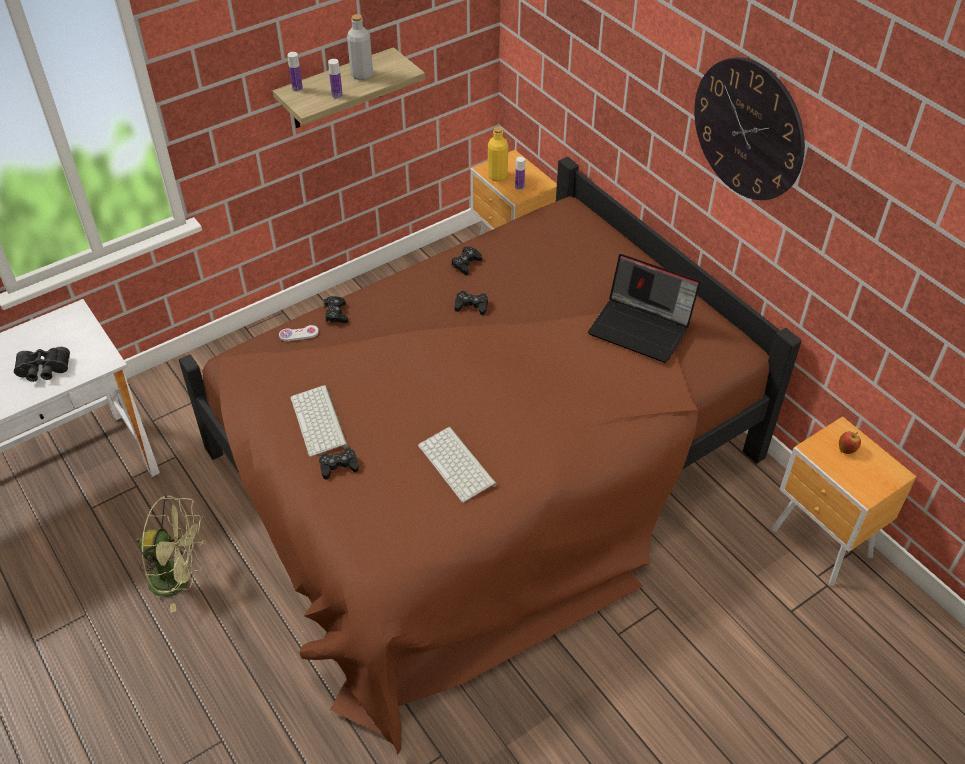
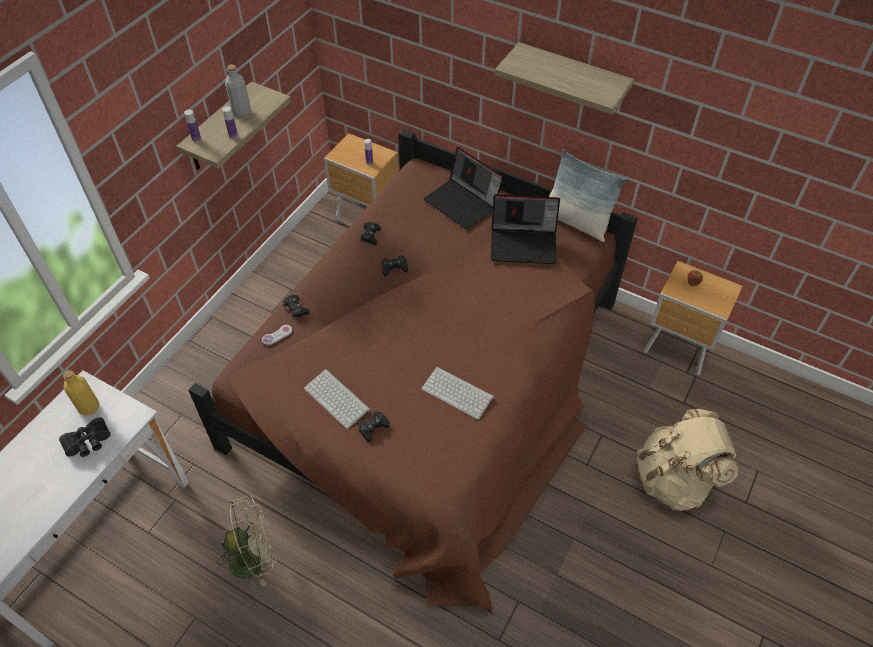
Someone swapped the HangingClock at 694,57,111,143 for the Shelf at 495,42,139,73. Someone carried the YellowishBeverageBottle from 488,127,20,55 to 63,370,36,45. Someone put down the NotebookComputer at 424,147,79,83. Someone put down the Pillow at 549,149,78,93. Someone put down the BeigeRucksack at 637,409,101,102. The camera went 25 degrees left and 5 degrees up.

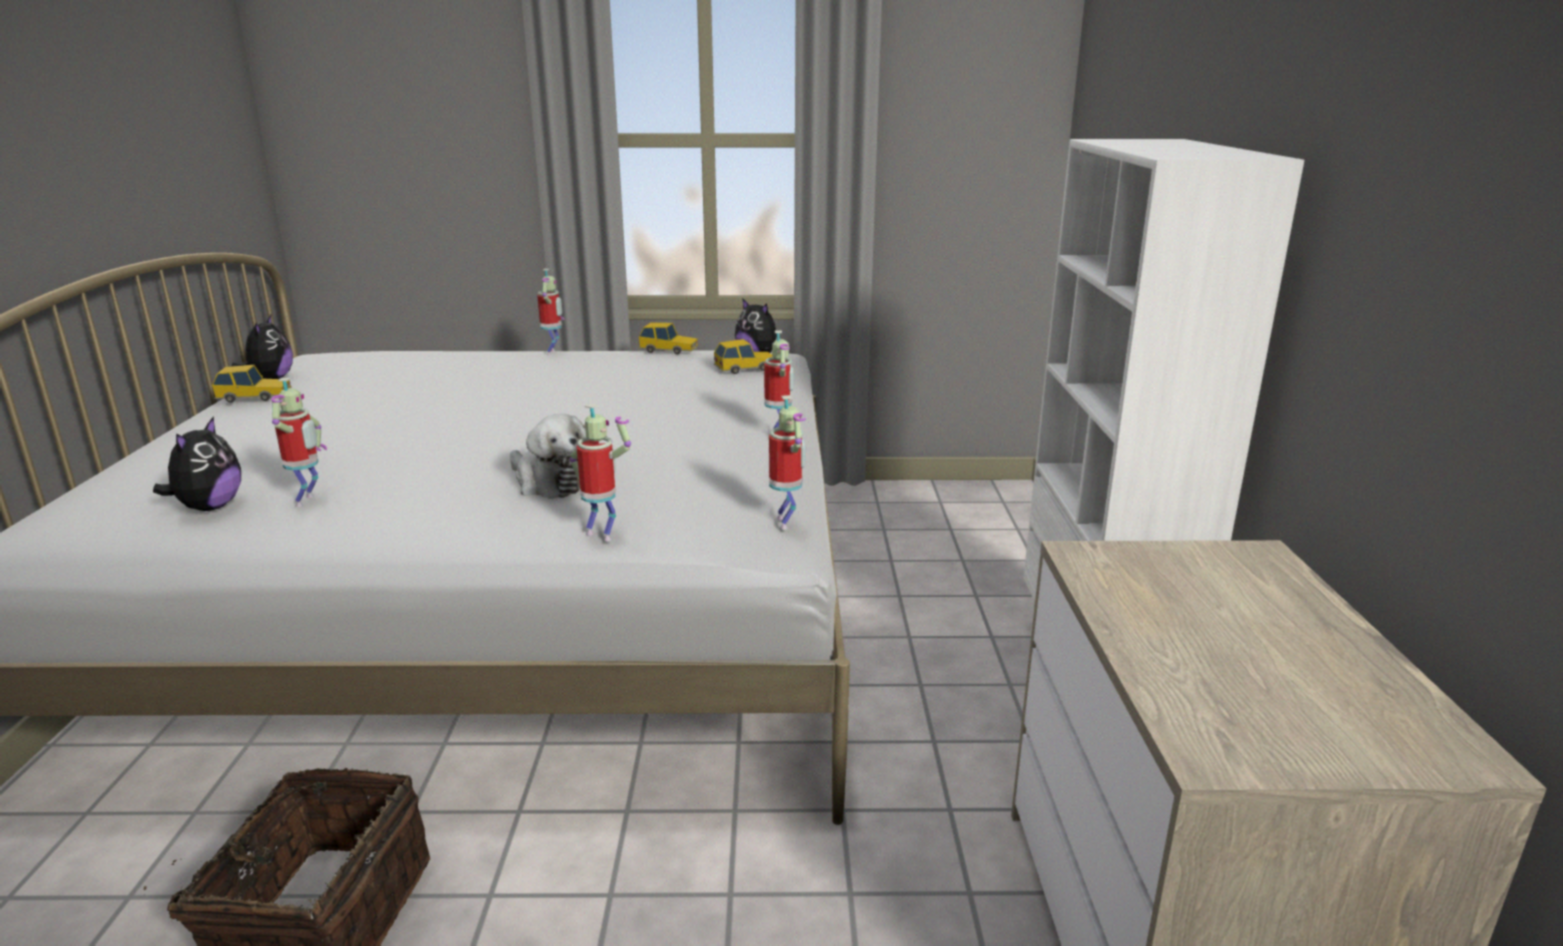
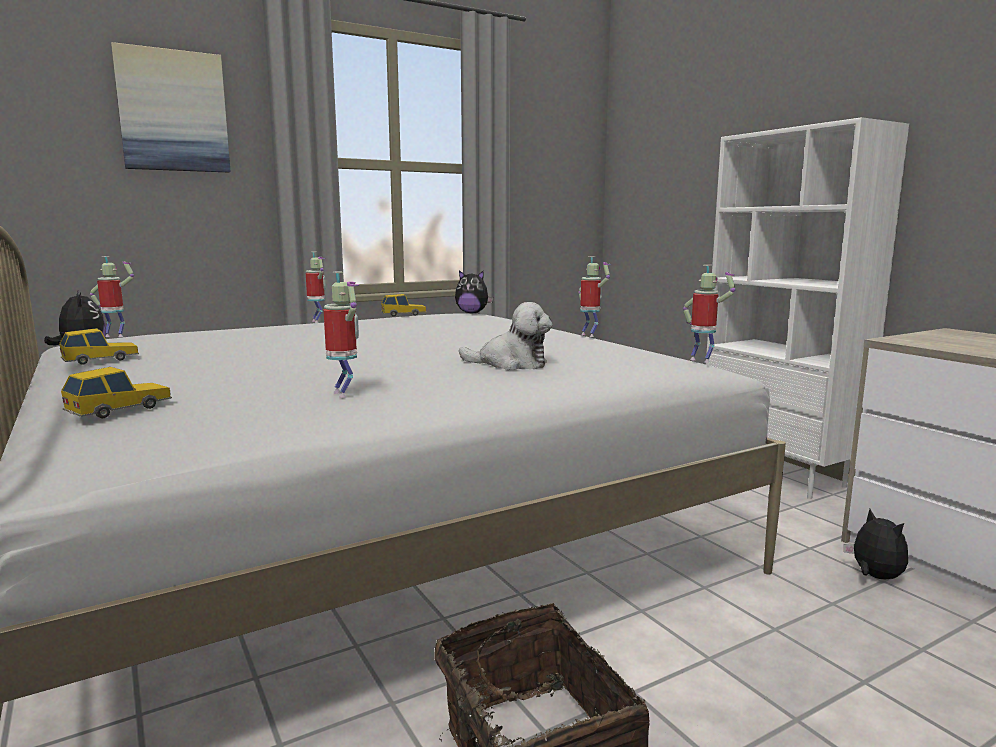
Someone carried the ModelCar from 714,339,58,35 to 61,367,111,51. Someone carried the ToyRobot from 570,404,61,137 to 90,256,44,81. Someone carried the SoftToy from 153,416,88,95 to 844,509,64,71. Someone put up the Picture at 111,42,120,131. The camera went 30 degrees left and 10 degrees down.

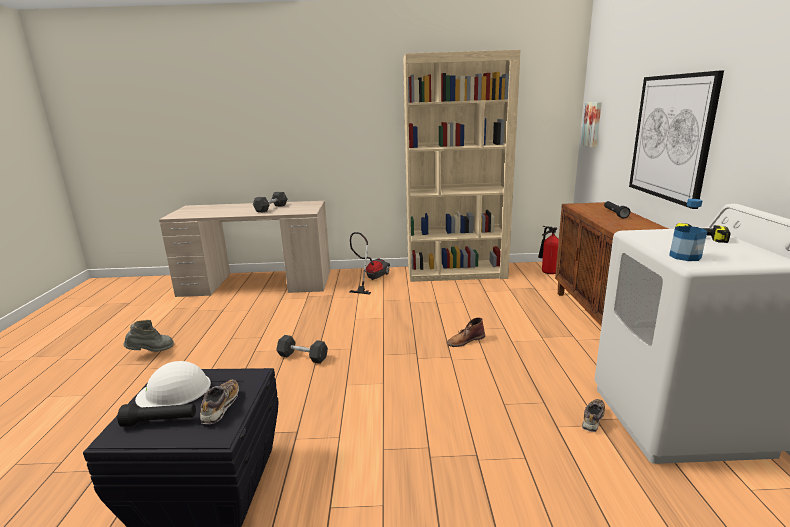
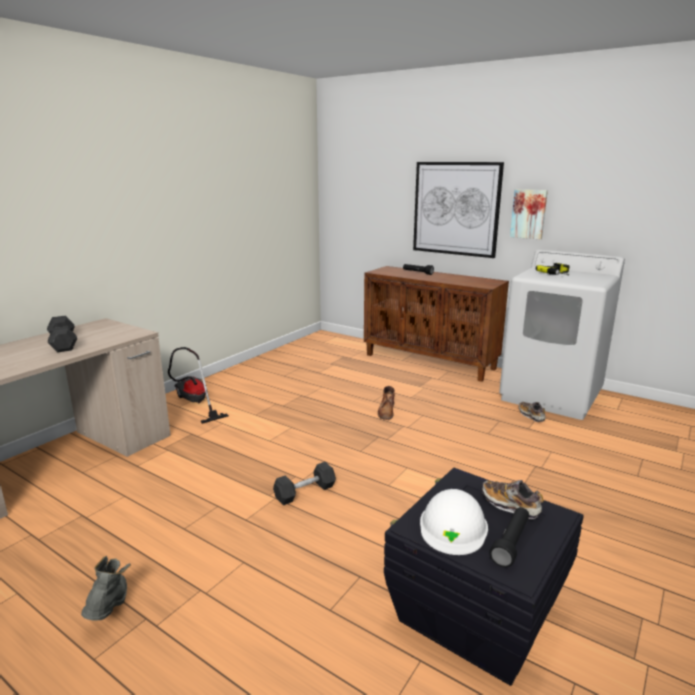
Someone took away the BeigeBookshelf at 403,50,118,232. Someone carried the Picture from 581,102,21,46 to 510,189,38,50. Someone took away the BeverageBottle at 669,199,38,62. Someone took away the FireFightingCylinder at 538,226,21,48. The camera went 55 degrees left and 0 degrees up.

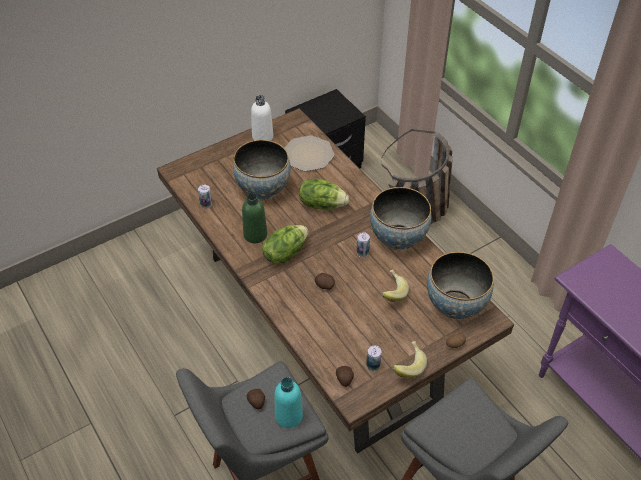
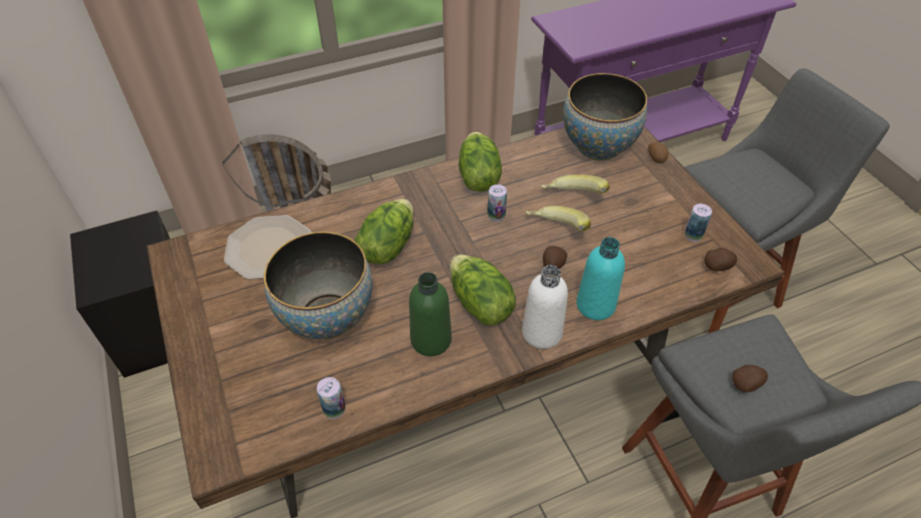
Someone carried the WhiteColouredBeverageBottle from 251,95,22,46 to 522,265,46,84. Someone swapped the DeepDish at 370,187,61,63 for the LettuceHead at 459,132,43,60. Someone carried the WholeBanana from 392,341,35,37 to 526,206,65,25. Someone carried the TurquoiseBeverageBottle from 275,377,28,51 to 576,237,49,83. The camera went 80 degrees left and 0 degrees up.

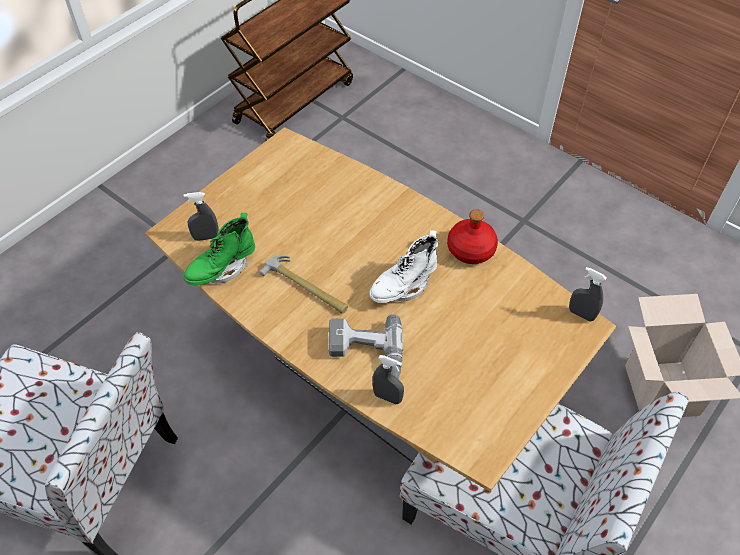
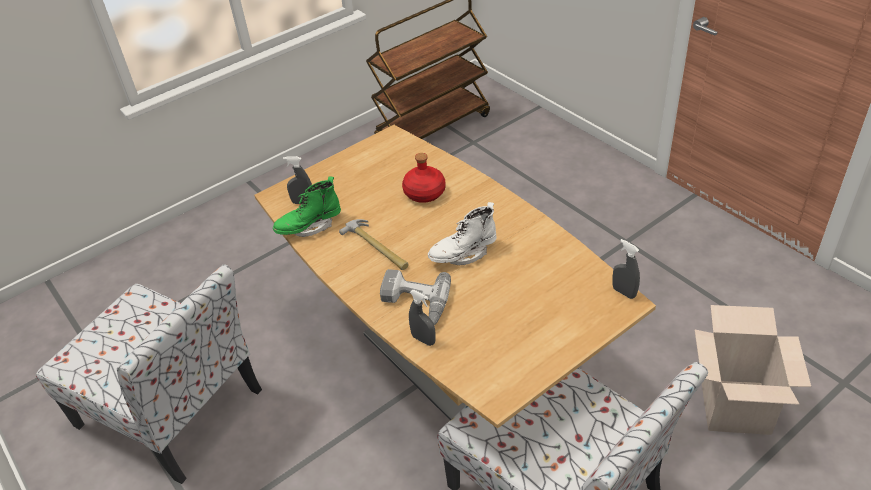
Someone carried the RedColouredBeverageBottle from 447,209,51,55 to 402,153,44,50. The camera went 15 degrees right and 10 degrees down.

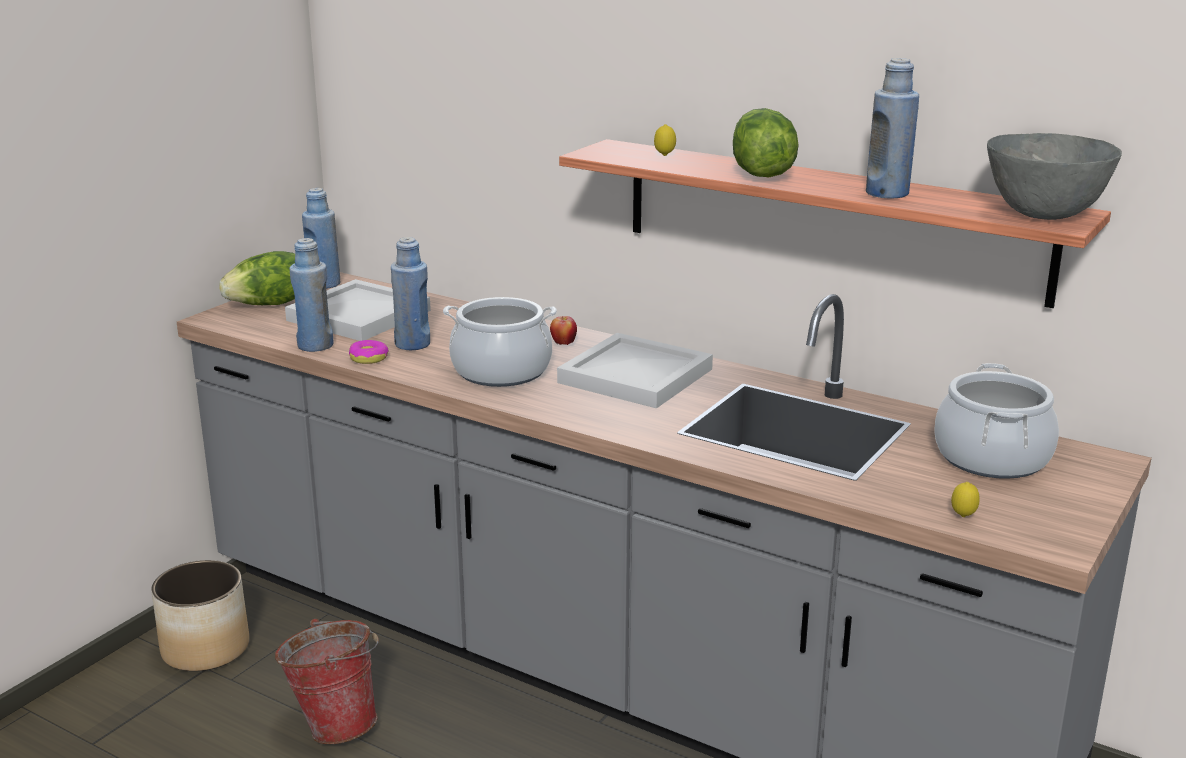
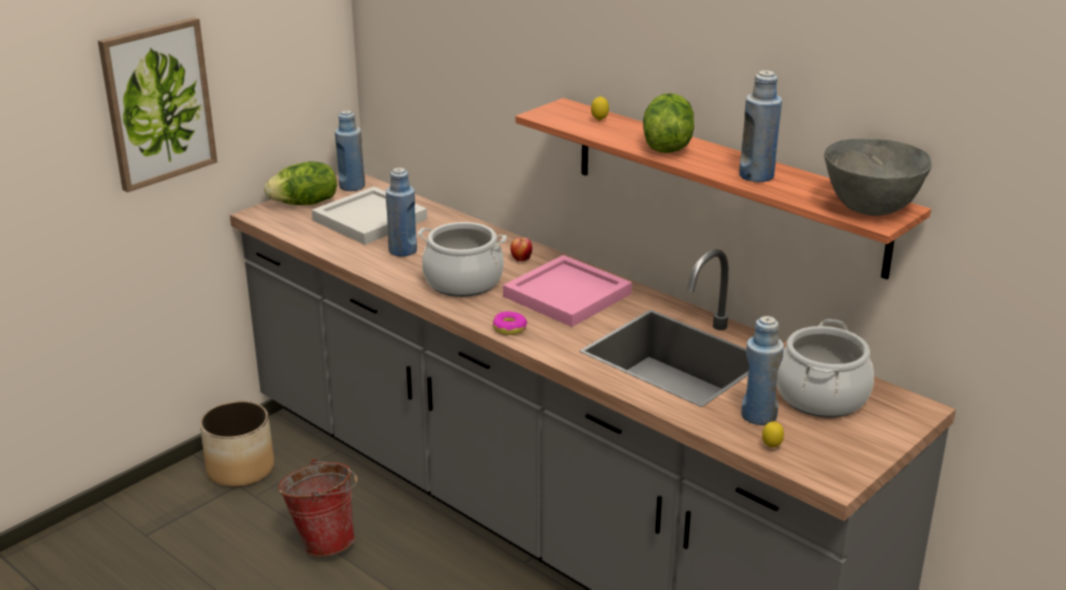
Someone carried the BlueBeverageBottle from 289,238,45,114 to 741,316,43,109. Someone repainted the WhiteColouredServingTray at 557,333,156,75, which became the PinkColouredServingTray at 503,255,129,72. Someone carried the Donut from 349,340,40,24 to 493,311,34,24. Someone put up the Picture at 98,17,119,176. The camera went 10 degrees right and 5 degrees up.

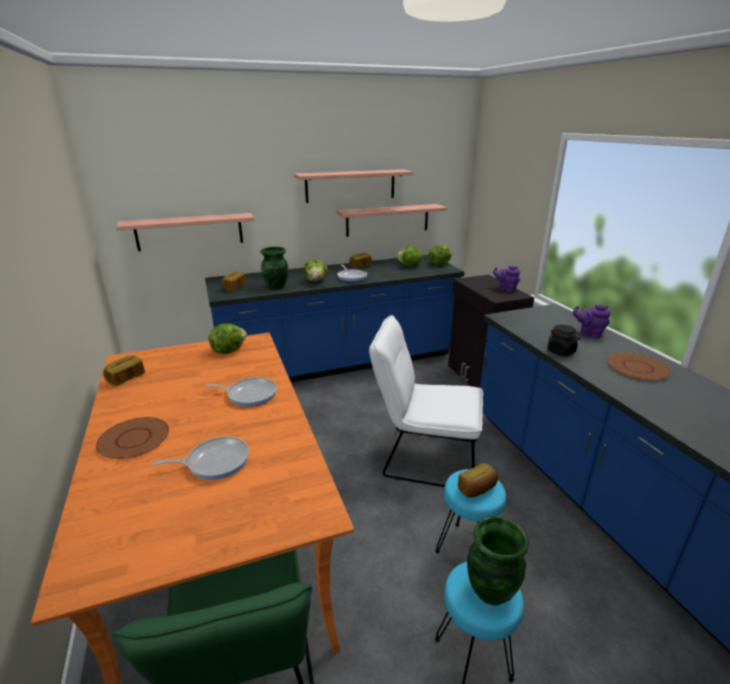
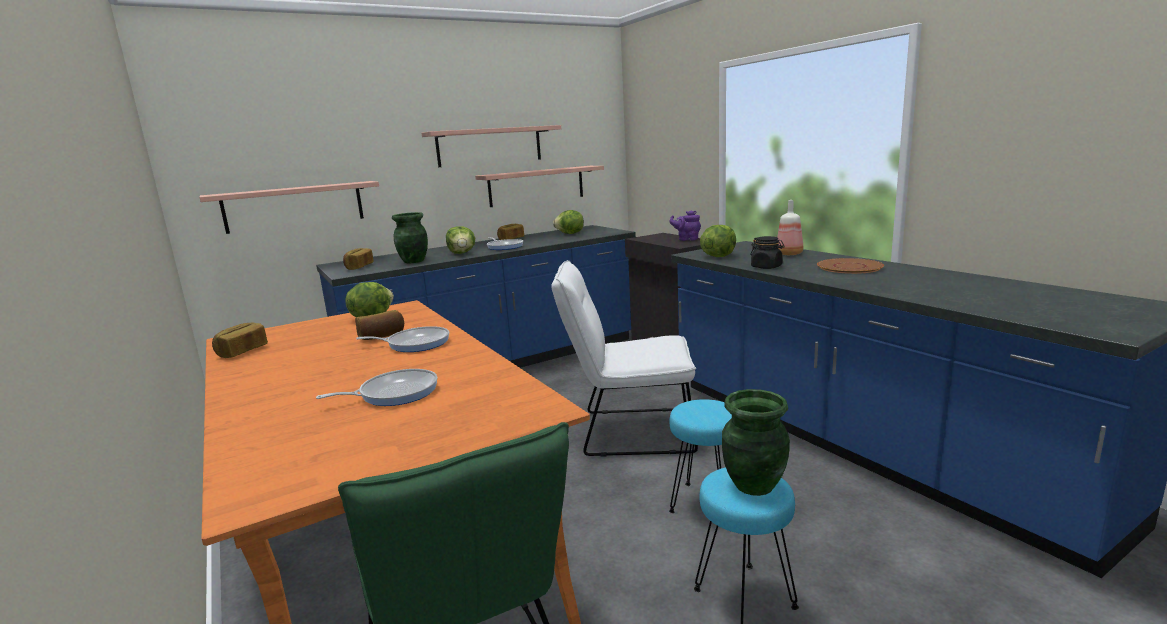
Someone carried the LettuceHead from 429,245,23,20 to 700,225,36,32. Someone swapped the PurpleColouredTeaPot at 573,305,38,33 for the BeverageBottle at 777,200,26,55. Someone took away the BrownDinnerPlate at 96,417,73,42. Someone carried the BakeryBread from 458,463,40,35 to 355,310,49,30. The camera went 10 degrees left and 10 degrees down.

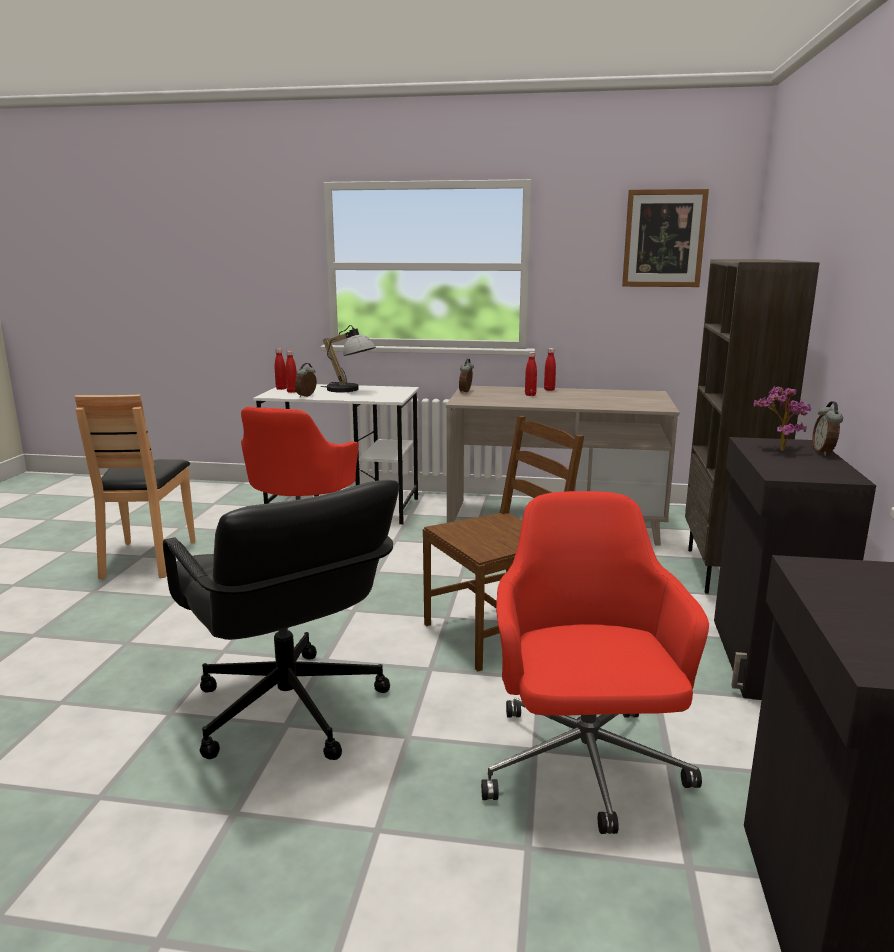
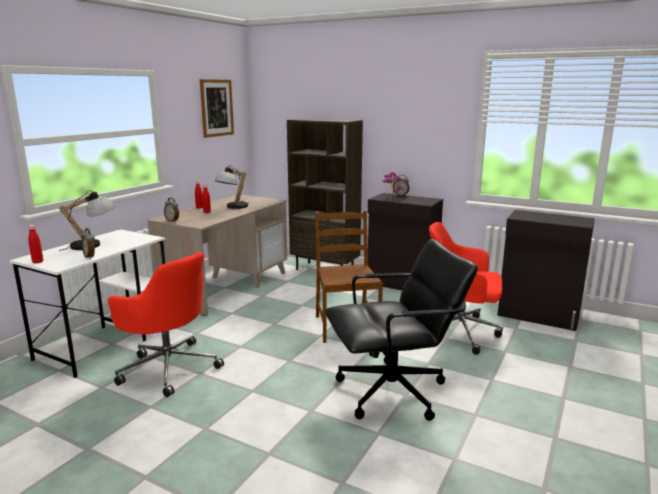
Someone took away the RedColouredBeverageBottle at 285,351,12,42. Someone took away the BrownChair at 75,395,121,184. Someone put down the TabletopLamp at 215,165,33,44. The camera went 70 degrees left and 0 degrees up.

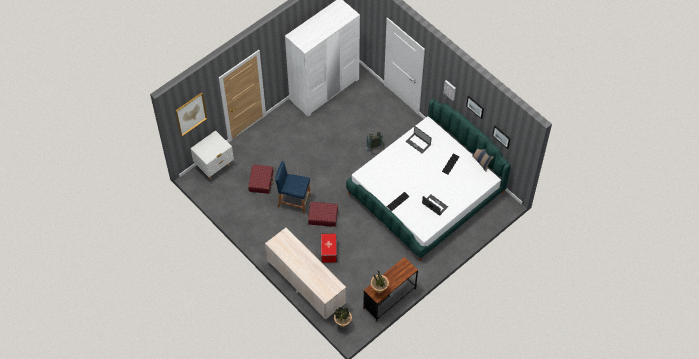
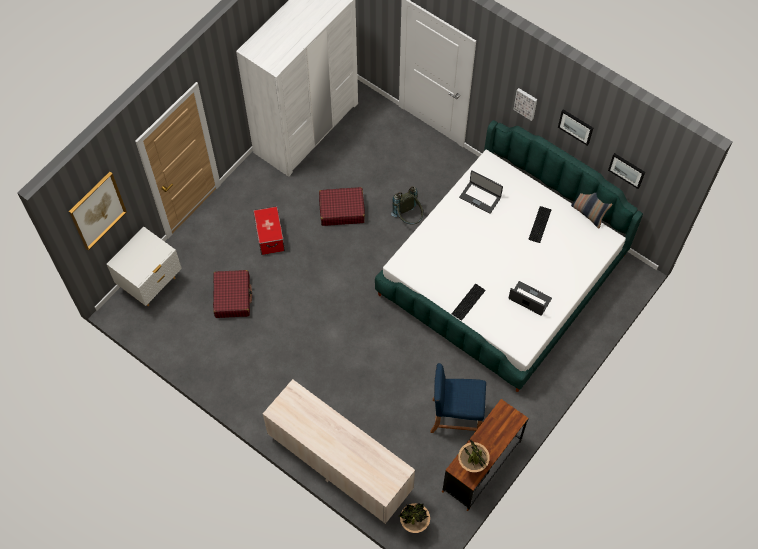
Someone carried the BlueStool from 275,161,36,53 to 430,363,56,70. Someone carried the RedColouredPieceOfLuggage from 308,202,30,25 to 319,187,46,39. Someone carried the StorageContainer from 321,233,16,30 to 253,206,32,49. The camera went 10 degrees left and 5 degrees up.

